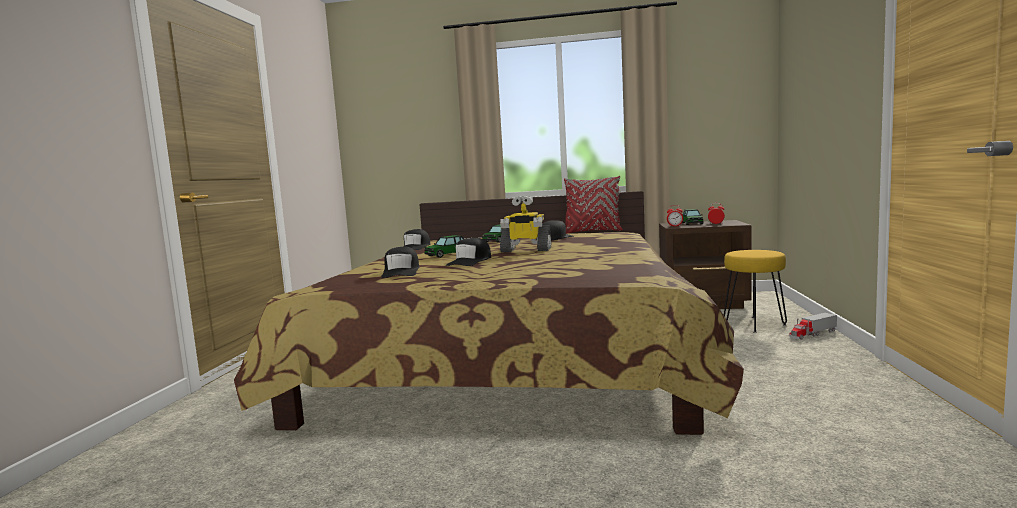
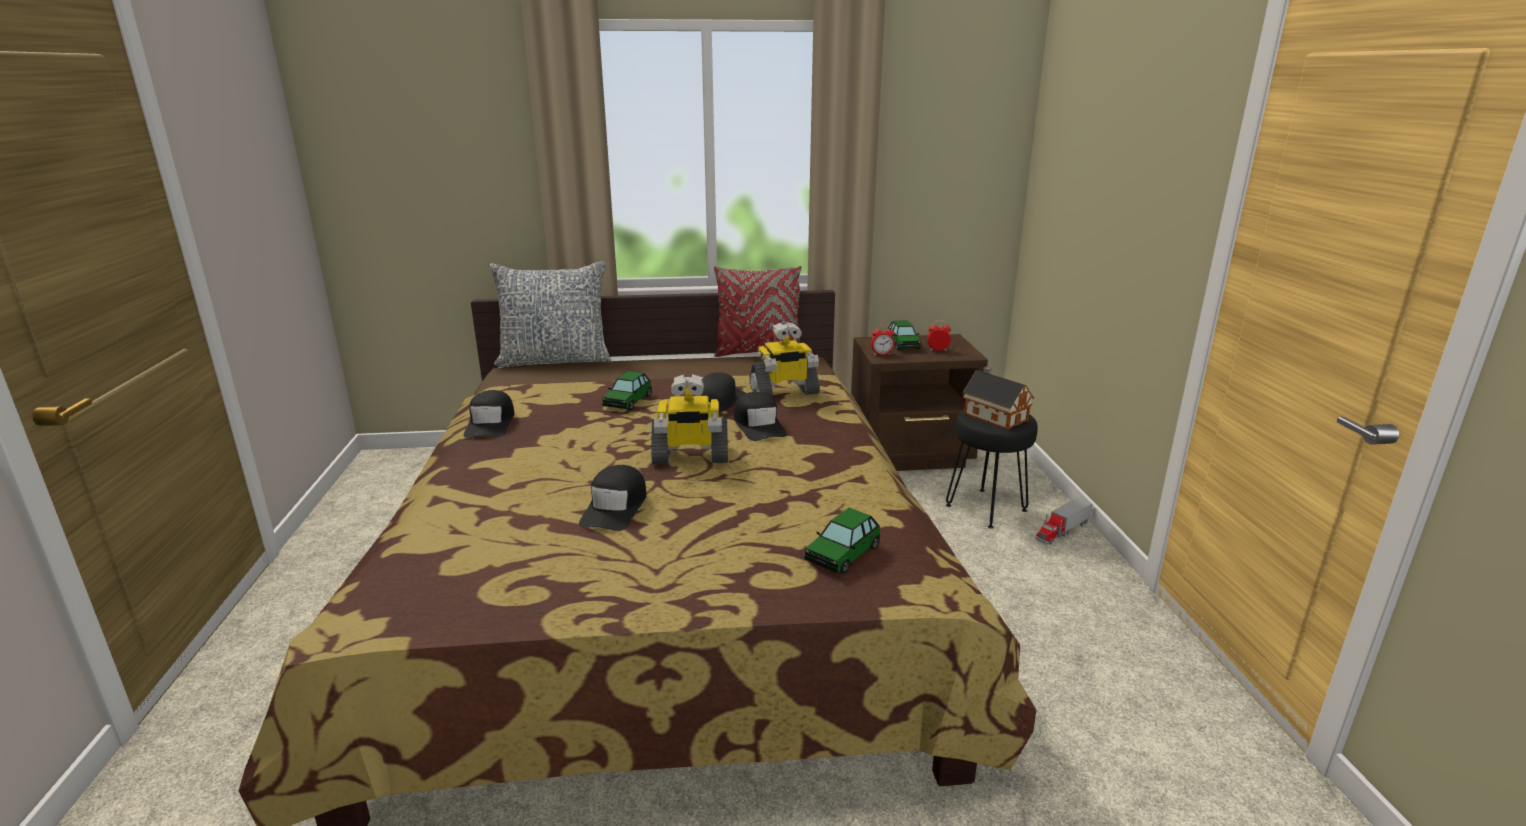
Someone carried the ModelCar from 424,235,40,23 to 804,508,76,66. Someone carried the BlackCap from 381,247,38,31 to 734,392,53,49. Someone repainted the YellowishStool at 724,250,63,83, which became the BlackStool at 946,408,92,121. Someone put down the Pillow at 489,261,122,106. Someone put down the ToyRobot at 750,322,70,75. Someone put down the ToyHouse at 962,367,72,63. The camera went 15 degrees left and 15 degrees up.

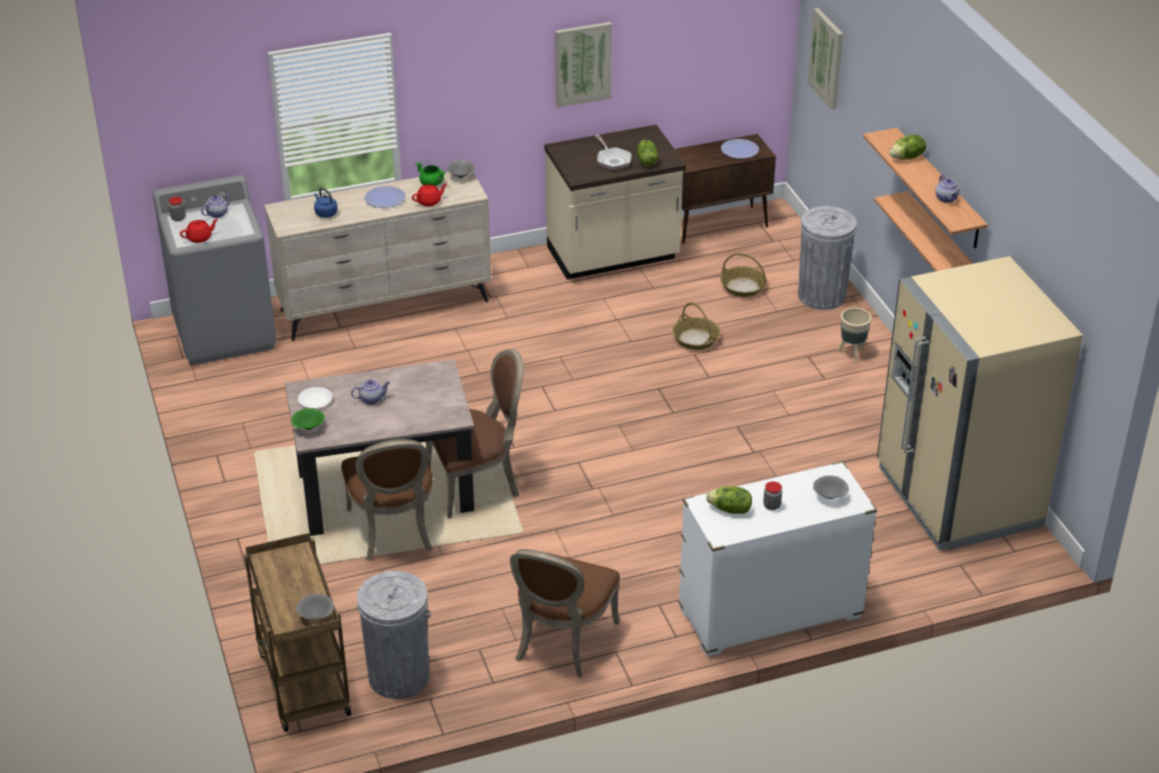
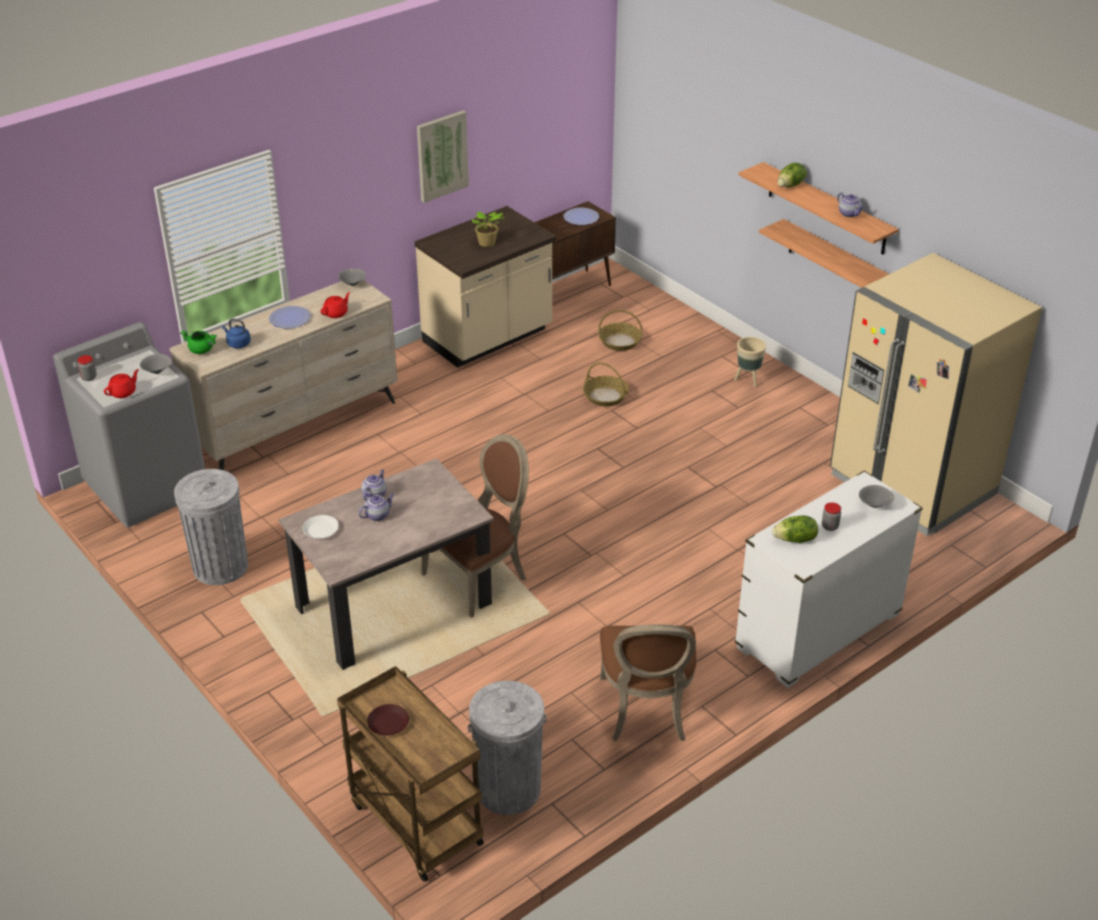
Someone took away the Picture at 808,8,35,101. Someone swapped the FryingPan at 595,135,37,35 for the PottedPlant at 472,212,32,35. Someone took away the LettuceHead at 637,140,21,26. Someone carried the GreenColouredCookingPot from 415,162,31,24 to 180,331,37,23. Someone carried the TeaPot from 201,194,29,24 to 361,470,25,30. Someone carried the GreyRubbishBin from 798,206,59,104 to 174,469,74,116. Someone took away the GreenColouredDeepDish at 291,408,34,22. Someone took away the BrownChair at 341,439,92,122. Someone carried the GreyDeepDish from 296,594,38,25 to 140,354,32,20. Someone put down the BrownDinnerPlate at 367,704,42,32. The camera went 20 degrees left and 0 degrees up.

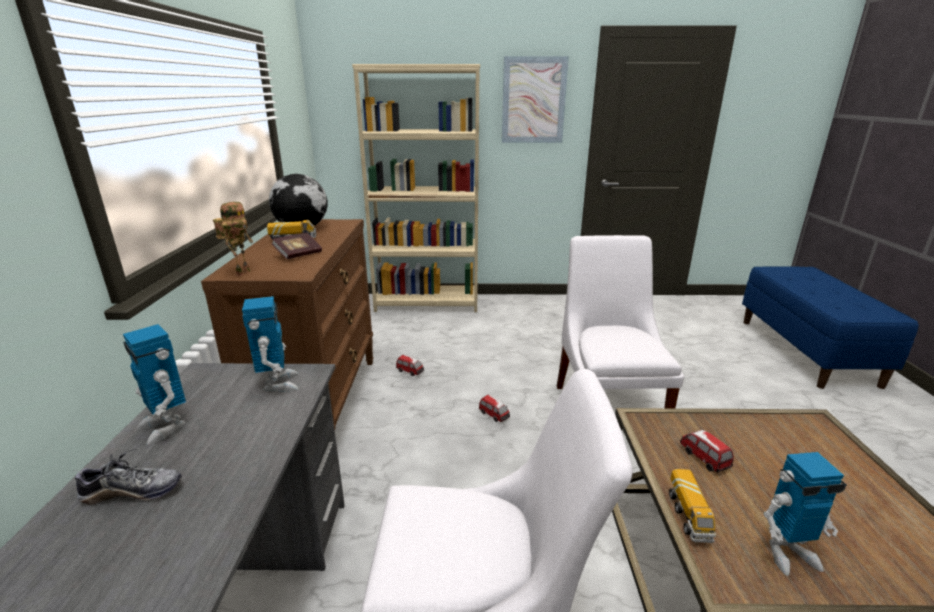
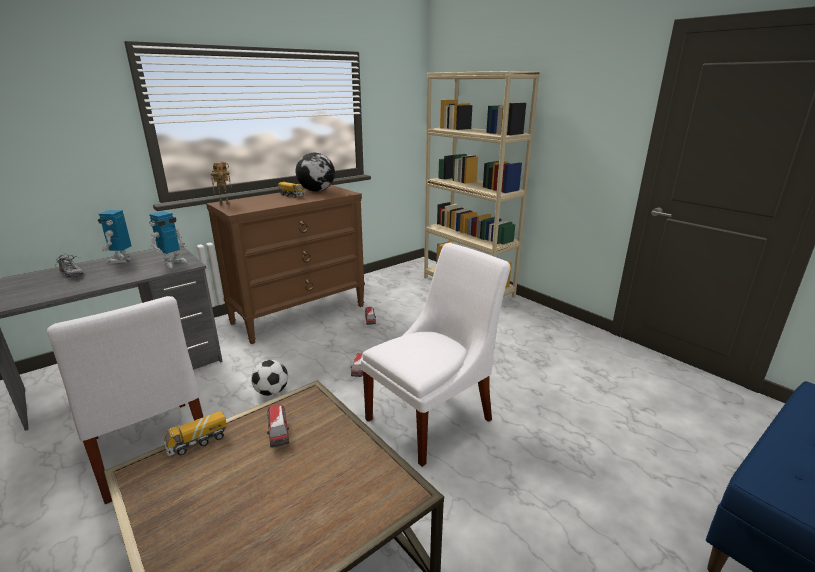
Someone took away the Picture at 502,56,67,87. Someone took away the BoundBook at 271,233,51,26. Someone rotated the ModelCar at 680,430,54,43 by 135 degrees clockwise. Someone took away the ToyRobot at 764,452,83,124. Someone put down the FootballBall at 251,360,37,36. The camera went 50 degrees right and 0 degrees up.

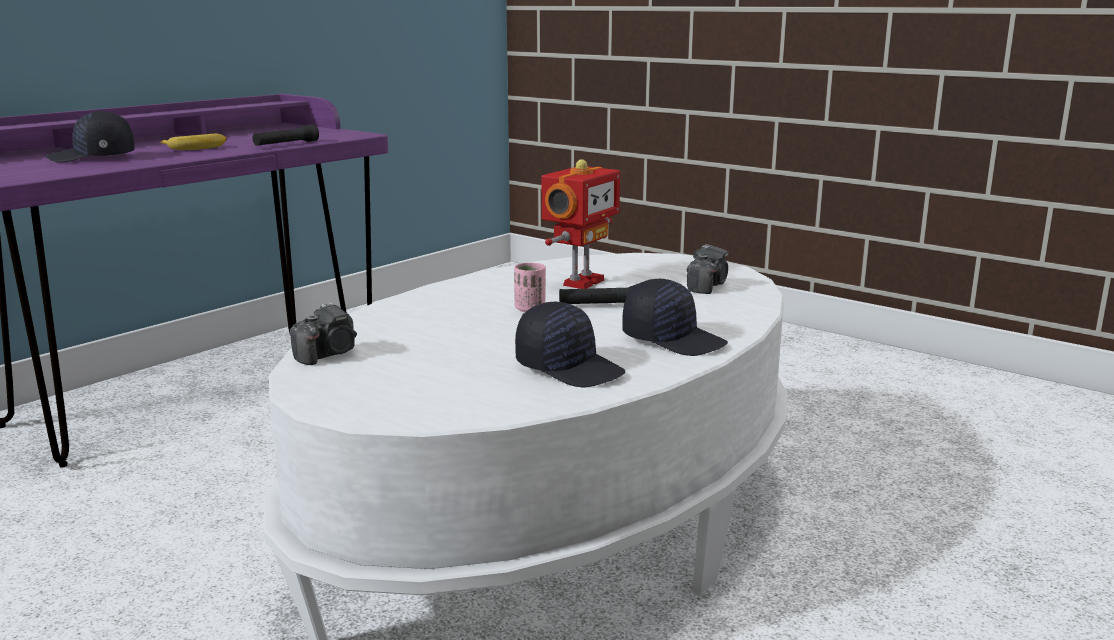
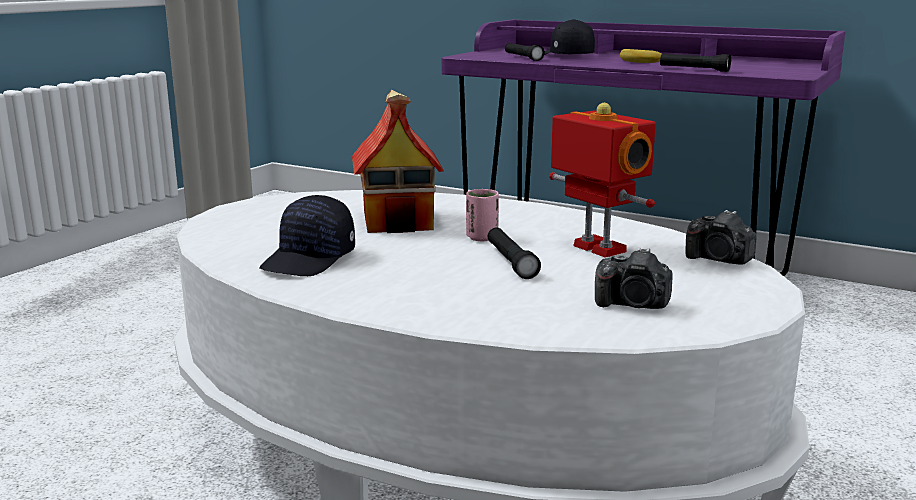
Someone rotated the ToyRobot at 542,159,78,130 by 150 degrees counterclockwise. Someone took away the BlackCap at 622,279,106,77. Someone carried the PhotoCamera from 289,302,68,63 to 686,210,70,55. Someone put down the BlackHandTorch at 505,43,40,18. Someone put down the ToyHouse at 352,90,92,143. The camera went 80 degrees right and 0 degrees up.

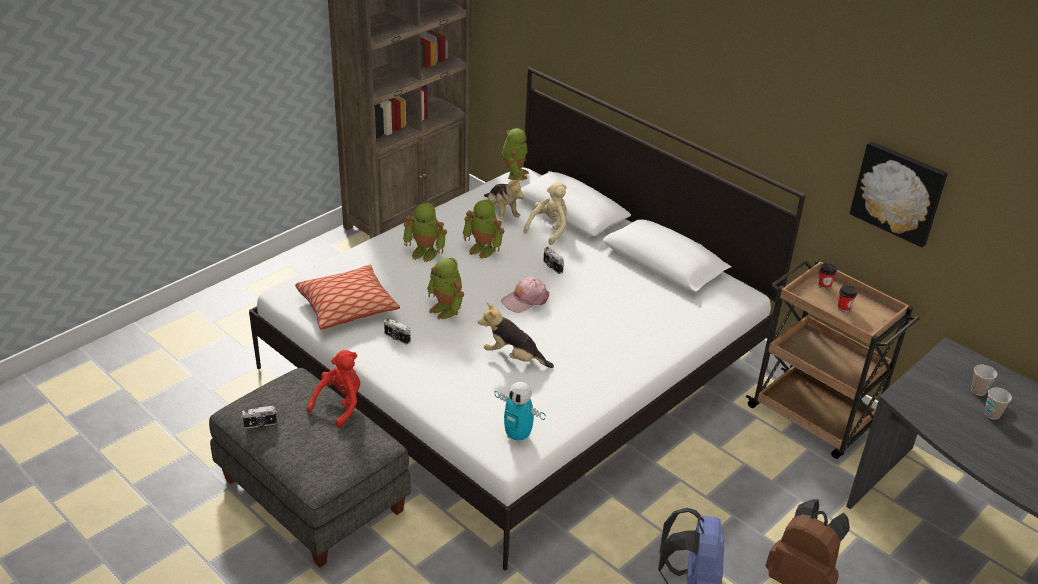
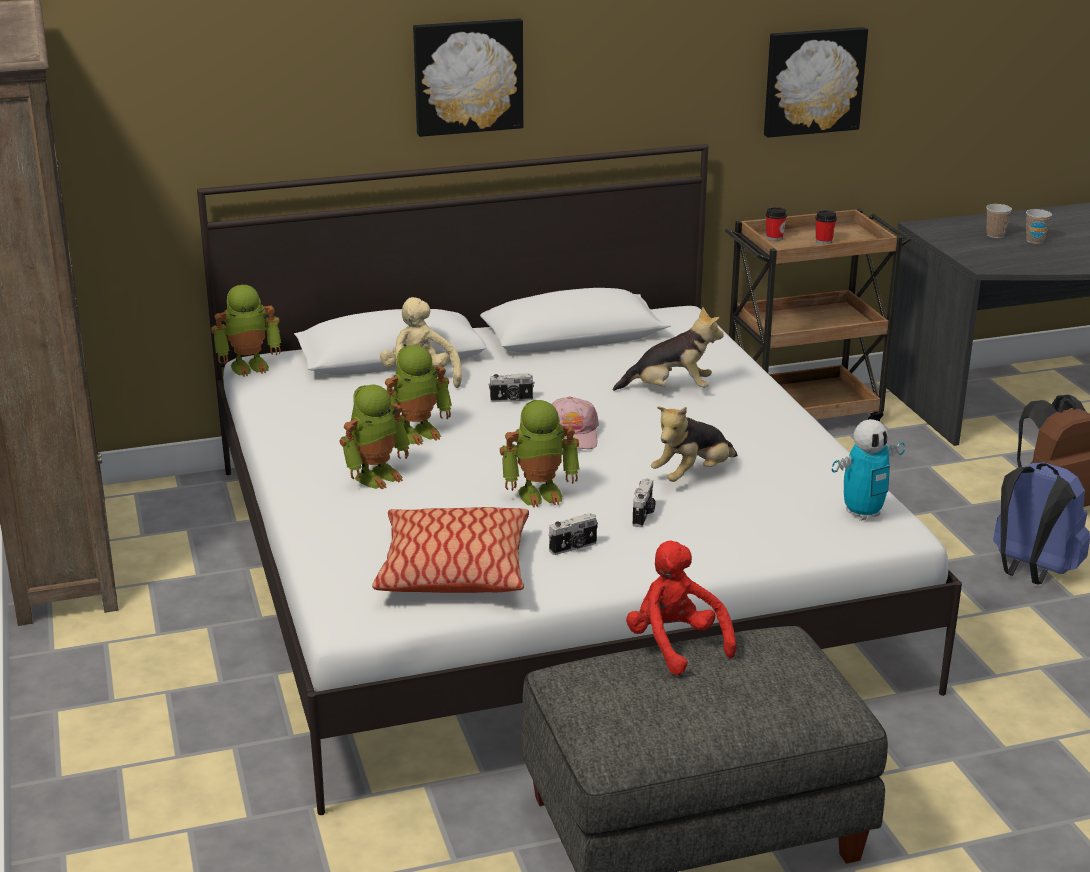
Someone rotated the ToyRobot at 502,128,27,52 by 120 degrees clockwise. Someone carried the SoftToy from 484,177,40,42 to 613,307,111,84. Someone carried the PhotoCamera from 241,406,36,22 to 632,478,24,49. Someone put up the Picture at 413,18,110,119. The camera went 60 degrees left and 10 degrees down.

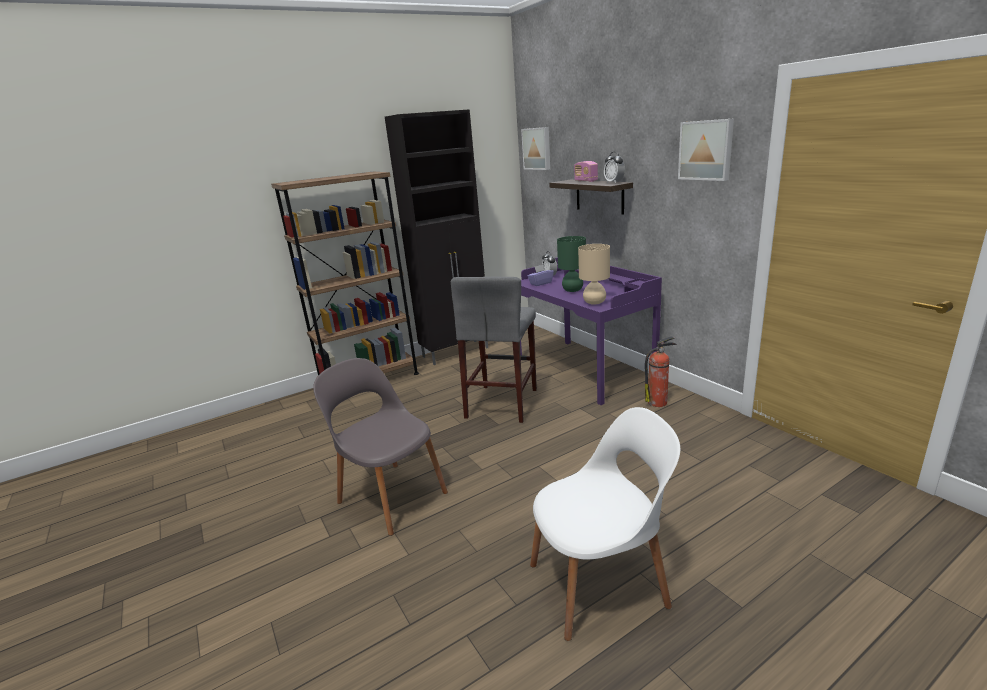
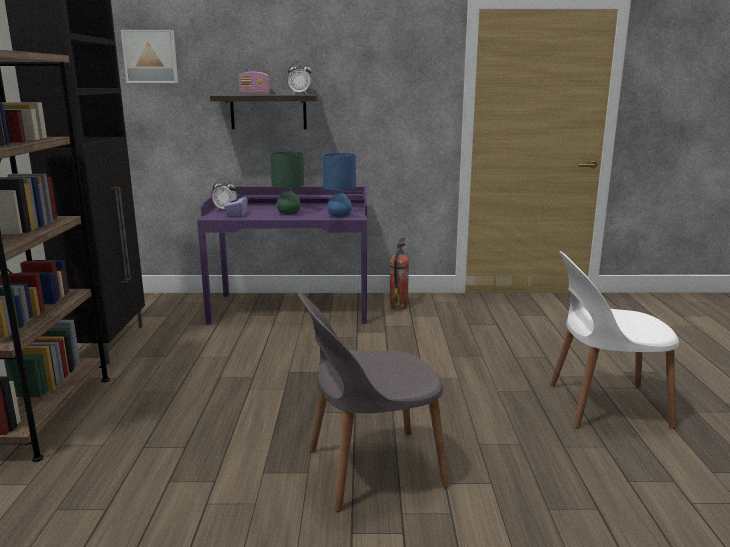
Someone took away the Picture at 678,119,56,62. Someone repainted the BeigeTabletopLamp at 578,244,32,61, which became the BlueTabletopLamp at 322,153,34,64. Someone took away the GreyStool at 451,277,86,146. Someone rotated the WhiteColouredChair at 530,407,150,234 by 105 degrees counterclockwise. The camera went 60 degrees left and 5 degrees down.

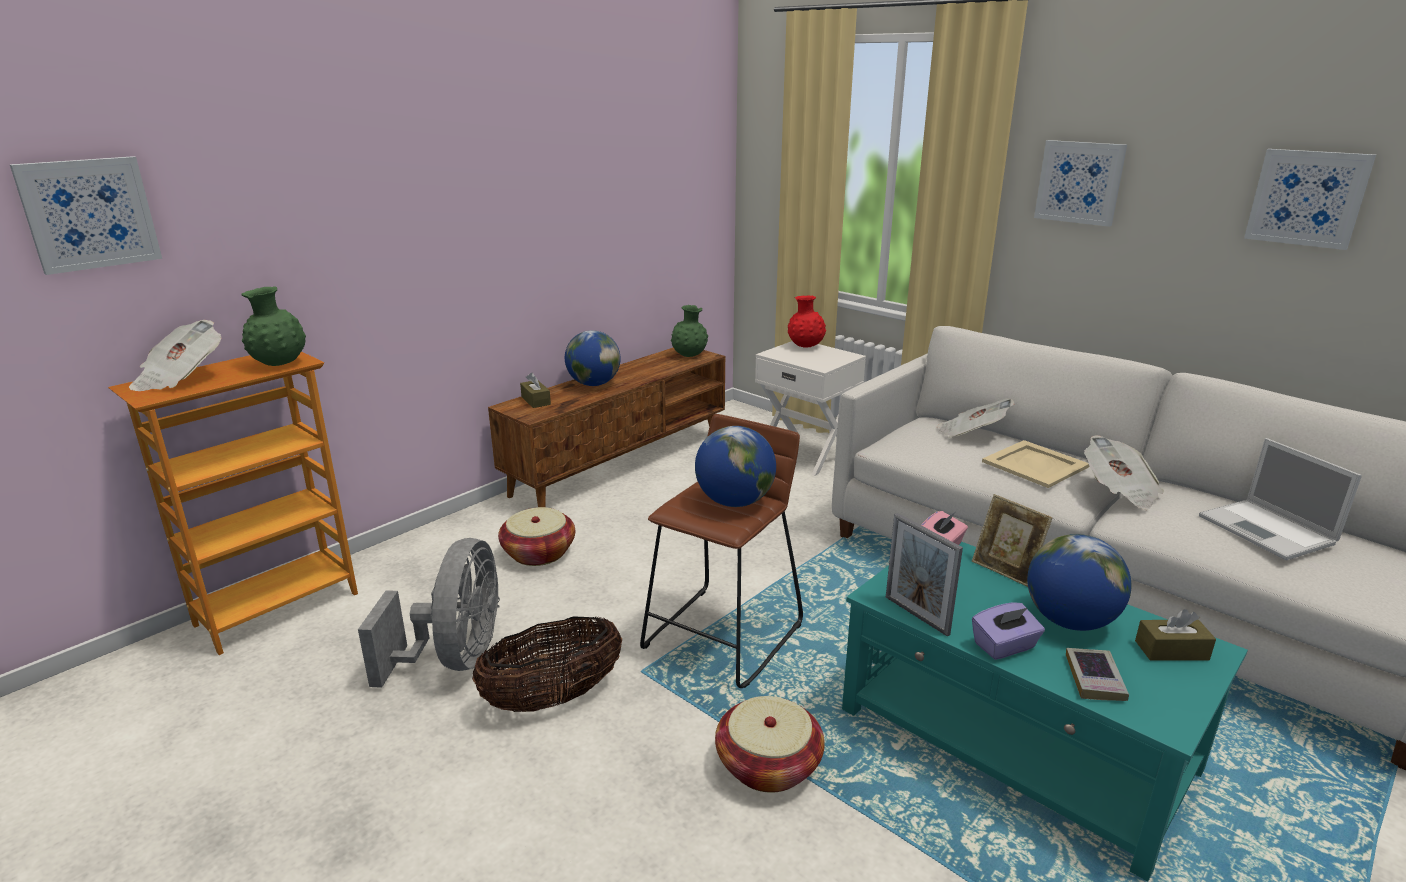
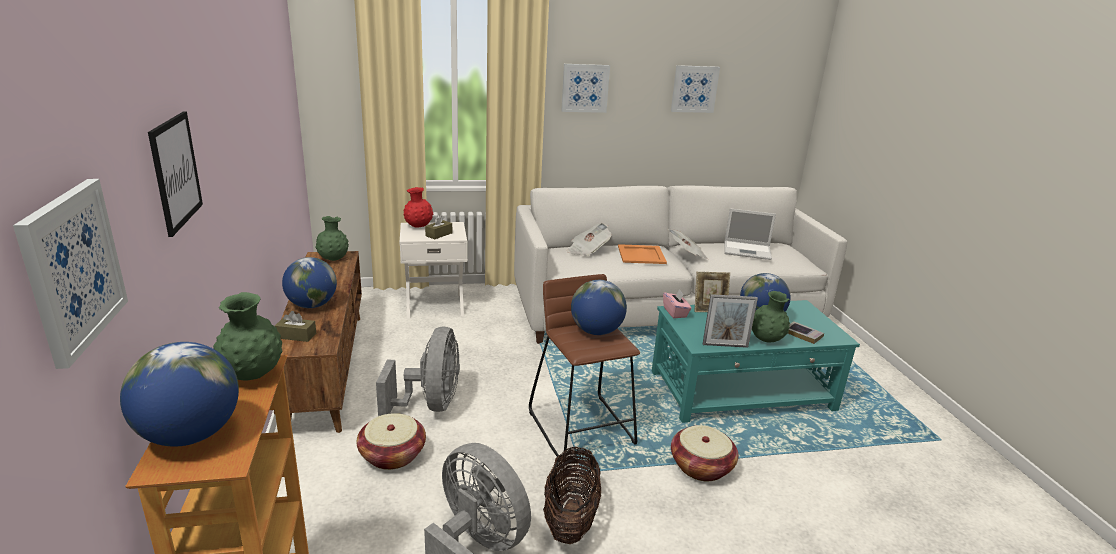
Someone swapped the DailyPaper at 129,320,92,71 for the WorldGlobe at 120,342,119,104. Someone repainted the BeigeServingTray at 982,440,107,48, which became the OrangeServingTray at 618,244,49,20. Someone swapped the PurpleColouredTissueBox at 972,602,73,58 for the GreenColouredVase at 752,291,38,51. Someone carried the BrownTissueBox from 1135,609,81,52 to 425,215,27,24. Someone put up the Picture at 148,112,55,125. Someone put down the GreyCoolingFan at 376,326,84,90. The camera went 55 degrees left and 0 degrees up.

